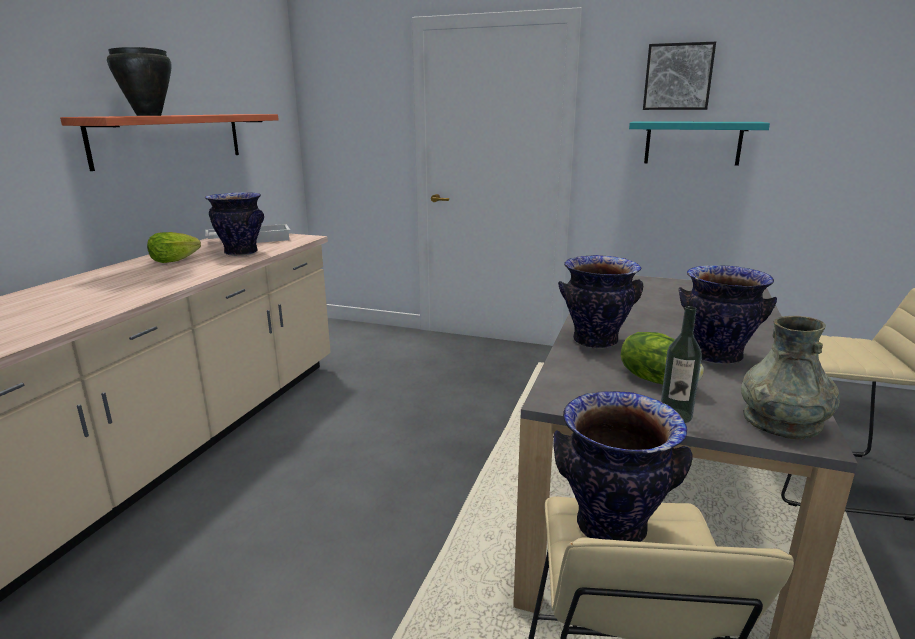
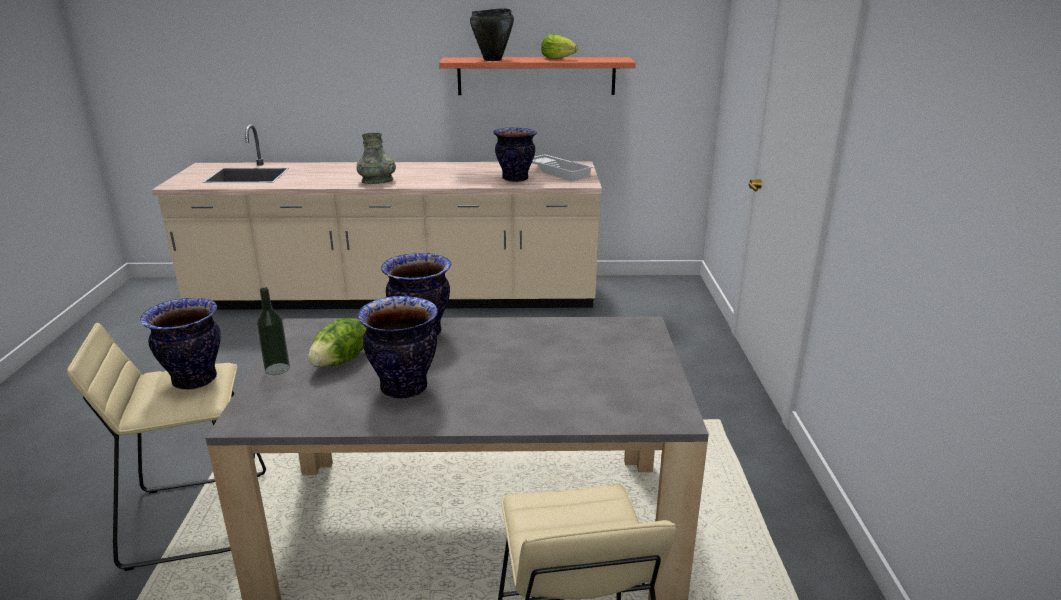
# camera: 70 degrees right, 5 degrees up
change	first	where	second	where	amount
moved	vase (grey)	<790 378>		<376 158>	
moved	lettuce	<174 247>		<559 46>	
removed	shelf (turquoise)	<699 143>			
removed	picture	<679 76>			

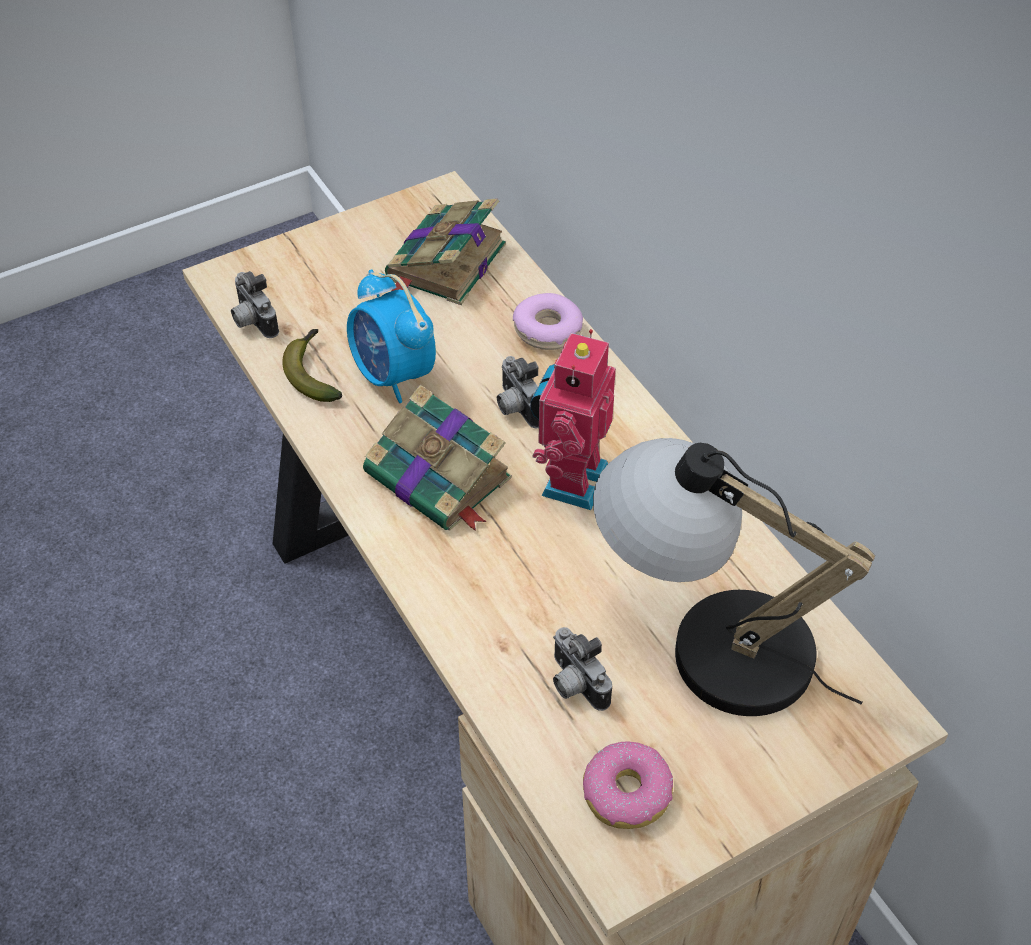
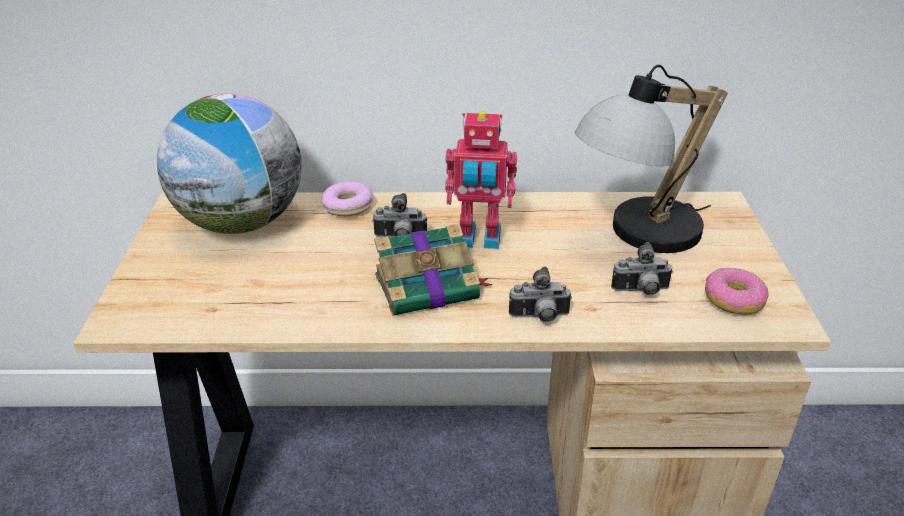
# camera: 60 degrees left, 15 degrees down
change	first	where	second	where	amount
replaced	book	<445 251>	globe	<229 163>	
turned	toy robot	<573 419>		<481 180>	45 degrees counterclockwise
moved	photo camera	<255 304>		<540 294>	
removed	banana	<312 365>			
removed	alarm clock	<391 336>			

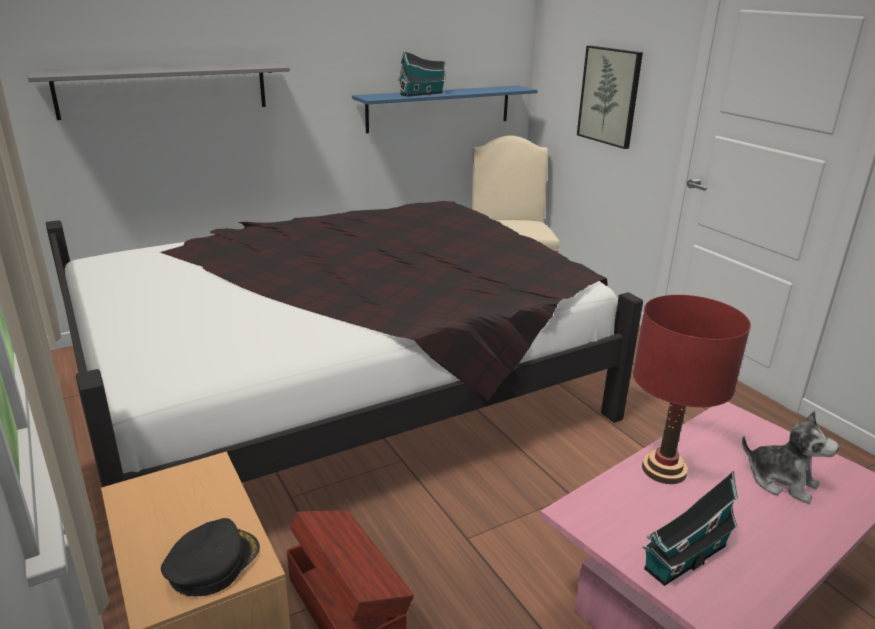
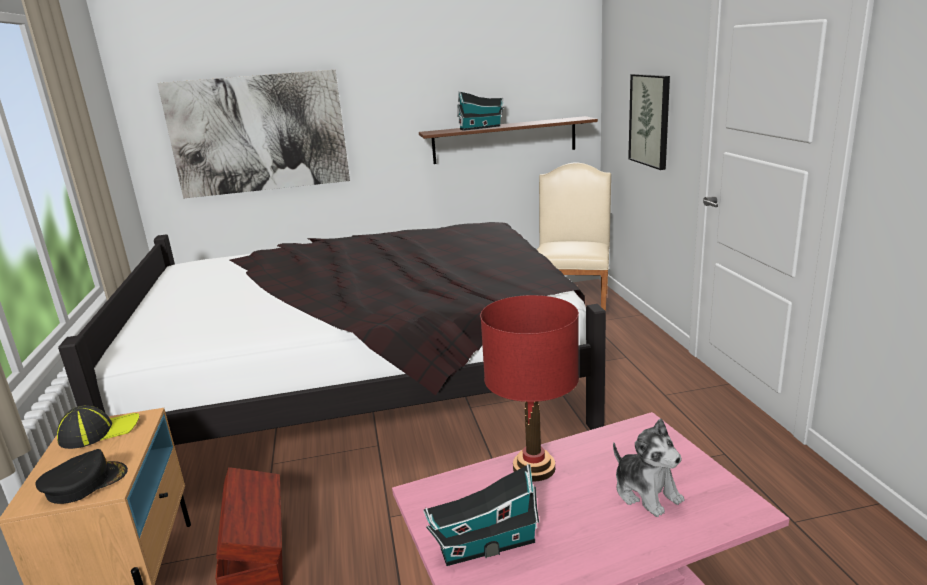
# camera: 20 degrees right, 5 degrees down
change	first	where	second	where	amount
added			cap	<98 427>	
replaced	shelf (grey)	<158 91>	picture	<253 134>	
recoloured	shelf (blue)	<445 109>	shelf (brown)	<508 140>	

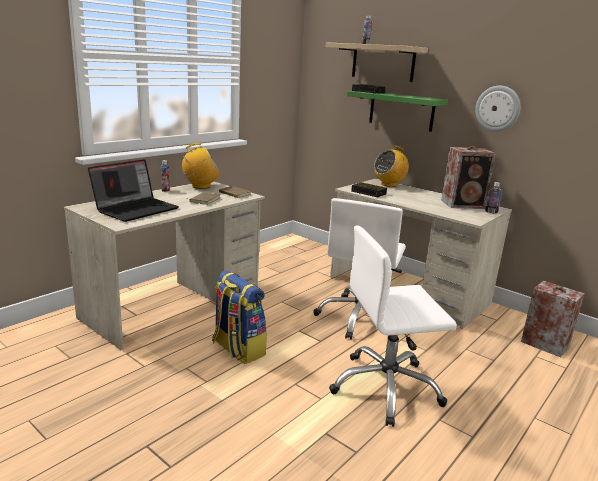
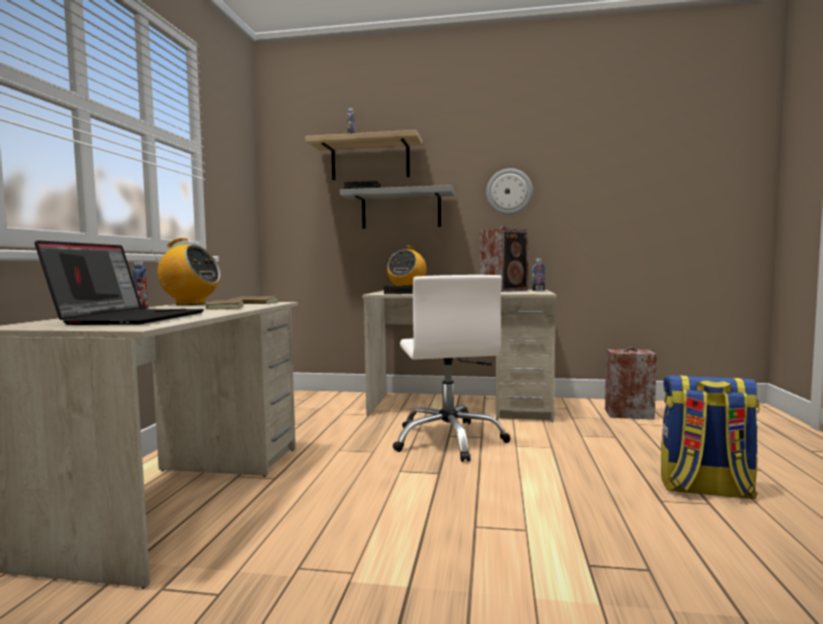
# camera: 30 degrees left, 15 degrees down
change	first	where	second	where	amount
turned	radio	<200 166>		<185 271>	60 degrees clockwise
recoloured	shelf (green)	<397 111>	shelf (grey)	<397 207>	
moved	backpack	<239 317>		<710 437>	
removed	office chair (white)	<393 326>			

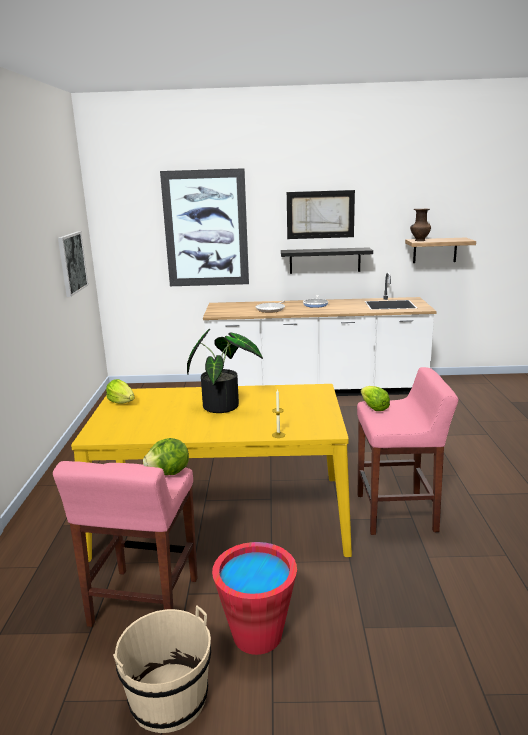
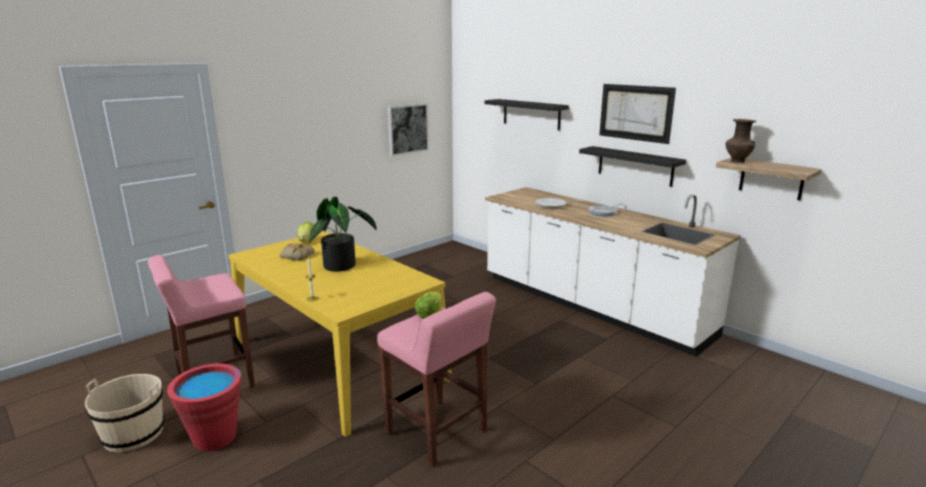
# camera: 45 degrees right, 0 degrees up
change	first	where	second	where	amount
added			bread	<297 252>	
replaced	picture	<204 227>	shelf (black)	<527 114>	
removed	lettuce	<166 456>			

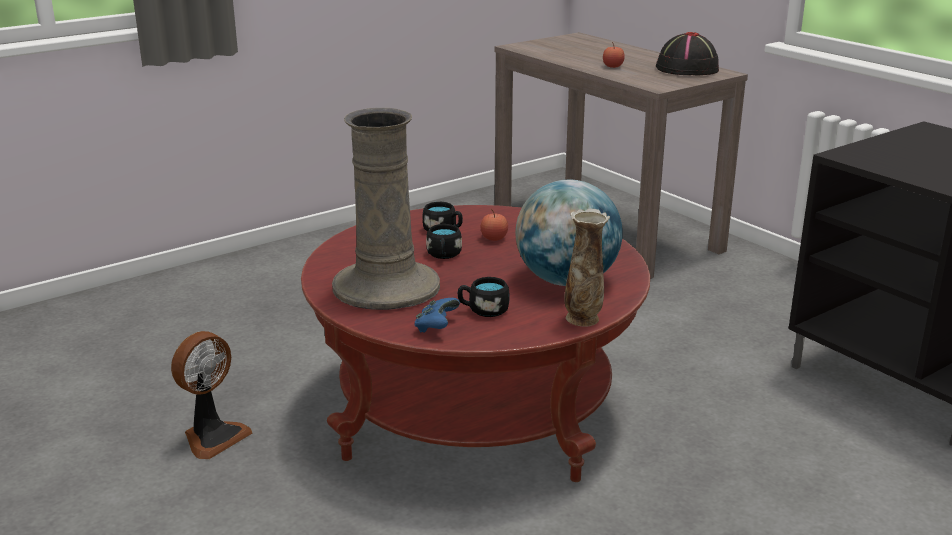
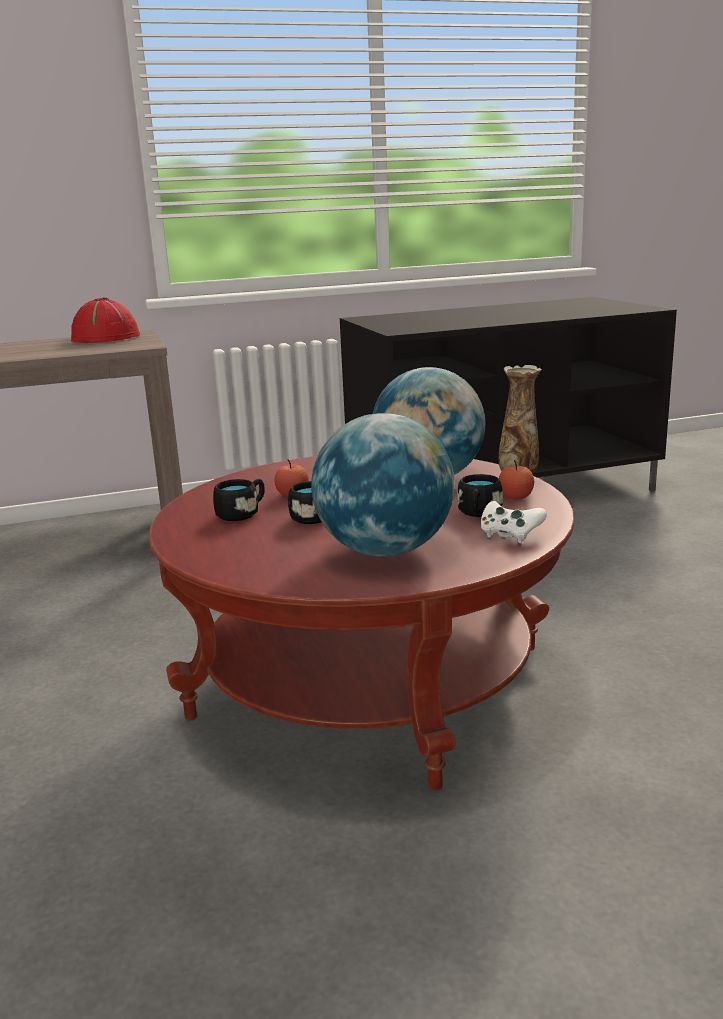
# camera: 70 degrees left, 5 degrees down
change	first	where	second	where	amount
recoloured	hat (black)	<687 54>	hat (red)	<105 320>	
replaced	vase (beige)	<386 209>	globe	<383 485>	
recoloured	game controller (blue)	<437 315>	game controller (white)	<514 522>	
moved	apple	<614 55>		<516 480>	
removed	fan	<211 395>			

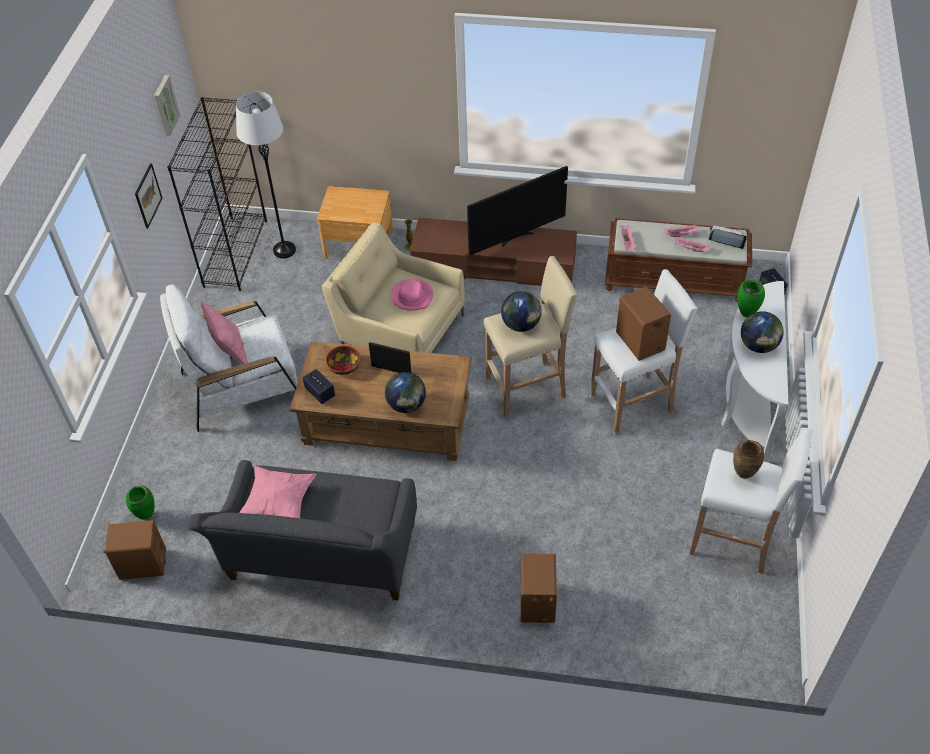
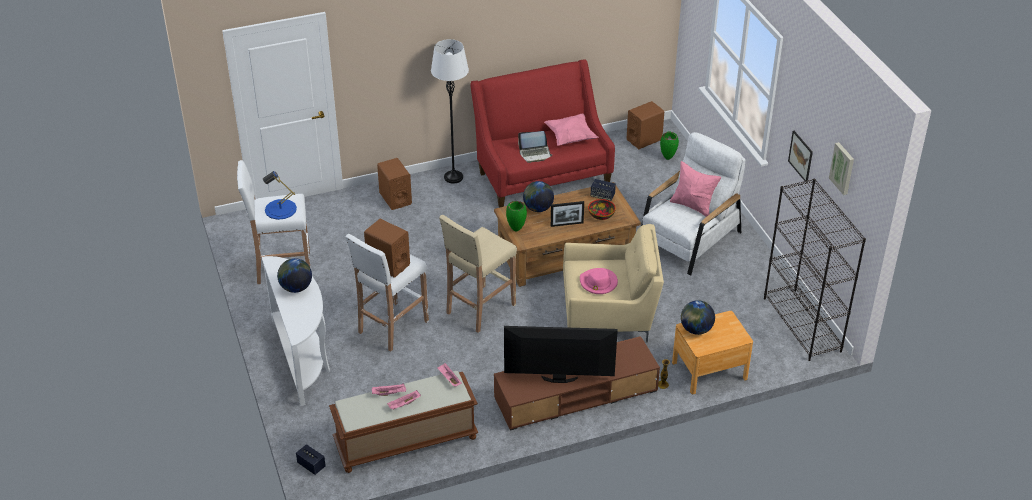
# camera: 150 degrees right, 10 degrees down
change	first	where	second	where	amount
replaced	vase (brown)	<748 459>	table lamp (blue)	<280 195>	
moved	floor lamp (white)	<266 175>		<450 111>	
recoloured	sofa (grey)	<303 530>	sofa (red)	<542 134>	
turned	television	<517 210>		<561 354>	60 degrees clockwise
moved	vase (green)	<751 298>		<516 216>	
moved	laptop	<727 237>		<535 147>	
moved	globe	<521 311>		<698 317>	

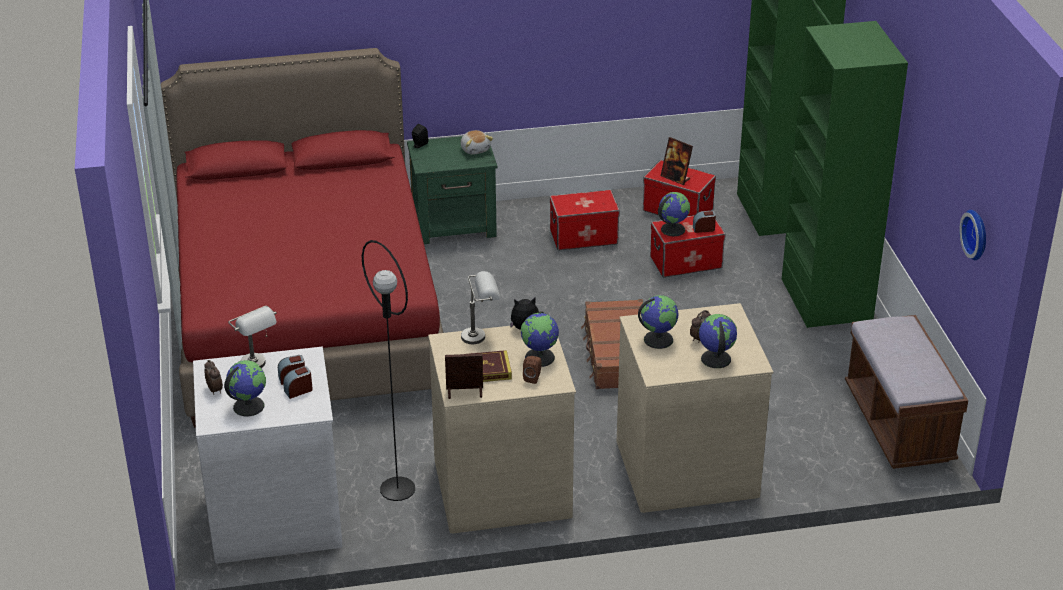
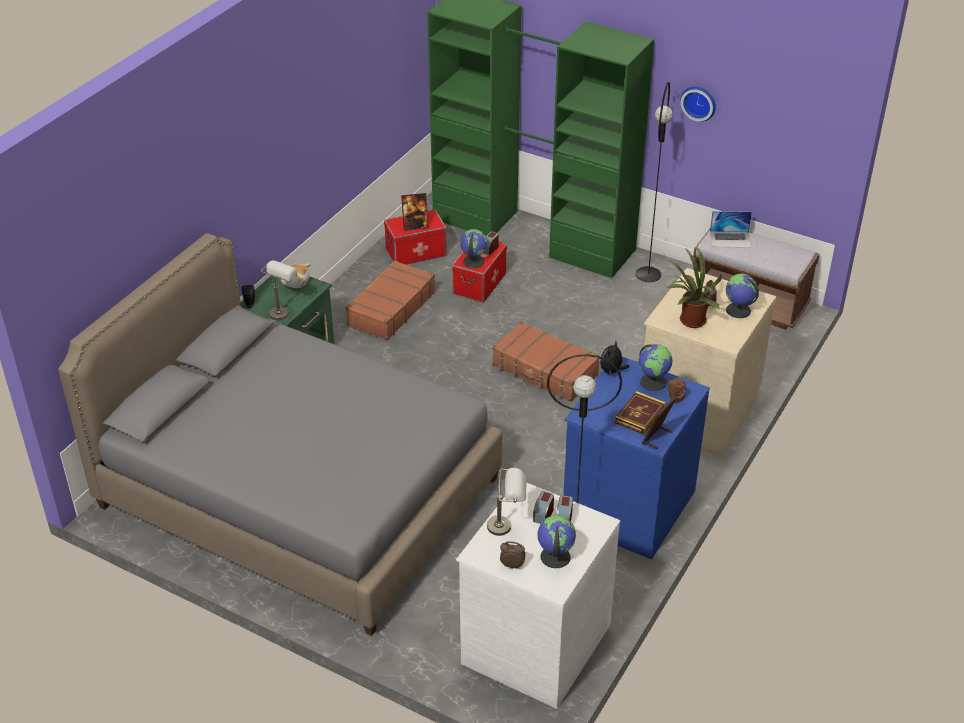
# camera: 50 degrees left, 5 degrees up
change	first	where	second	where	amount
recoloured	bed (red)	<302 238>	bed (grey)	<280 434>	
moved	table lamp (grey)	<480 307>		<279 290>	
replaced	storage box	<585 220>	suitcase (brown)	<390 300>	
recoloured	dresser (beige)	<502 429>	dresser (blue)	<636 458>	
added			floor lamp (black)	<654 182>	
replaced	globe	<658 322>	potted plant	<694 287>	
moved	wall clock	<972 235>		<698 104>	
added			laptop	<731 229>	

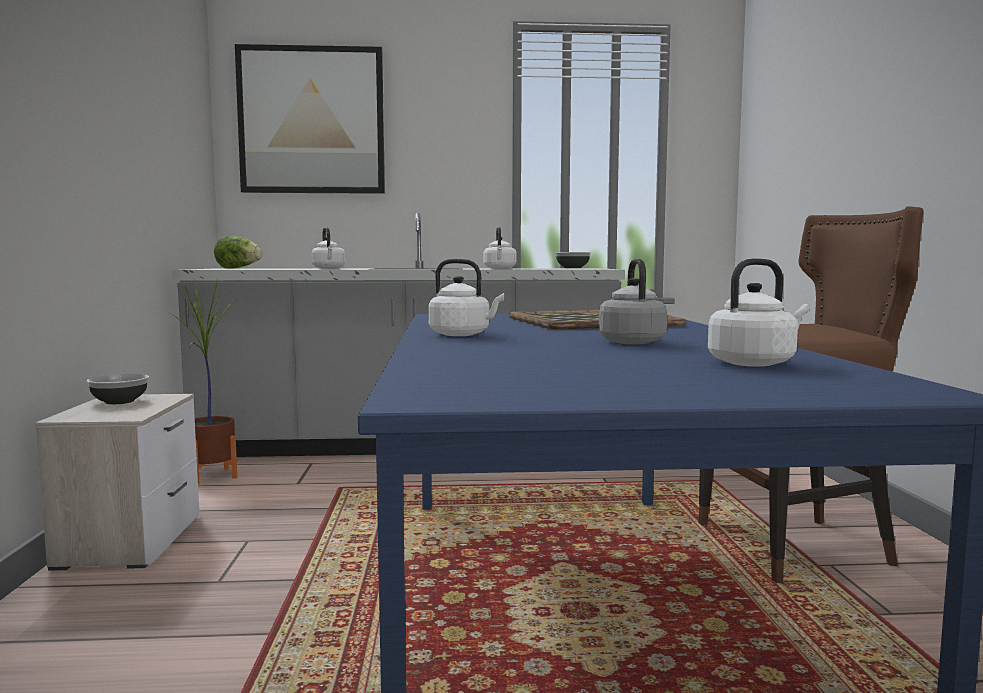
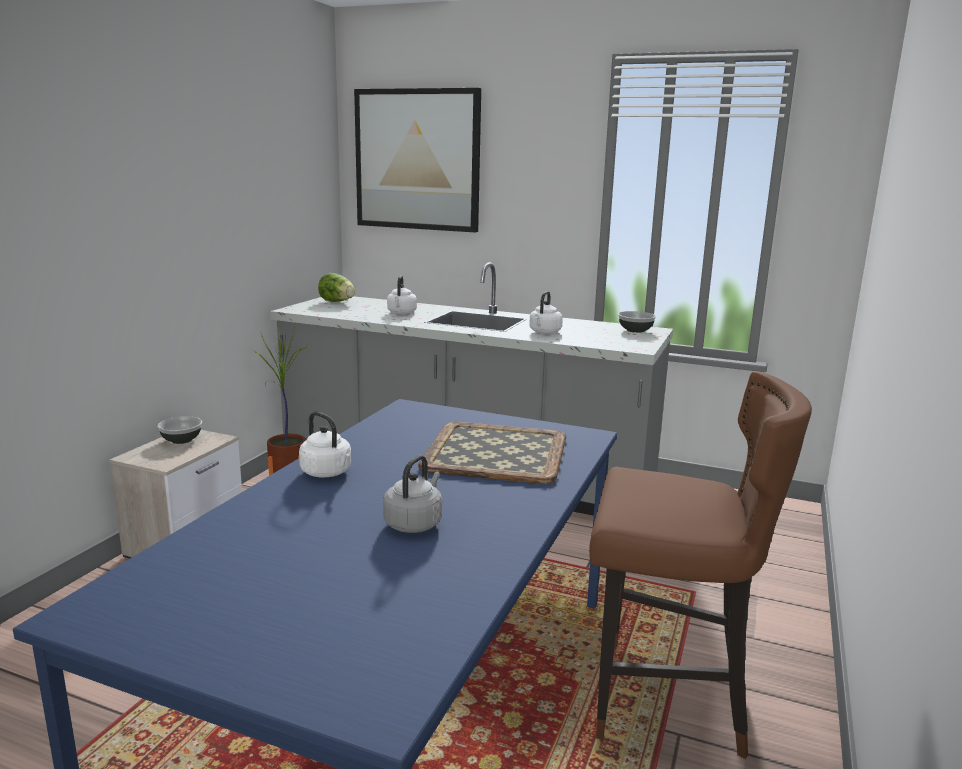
# camera: 25 degrees right, 10 degrees up
change	first	where	second	where	amount
removed	kettle (white)	<758 312>			

